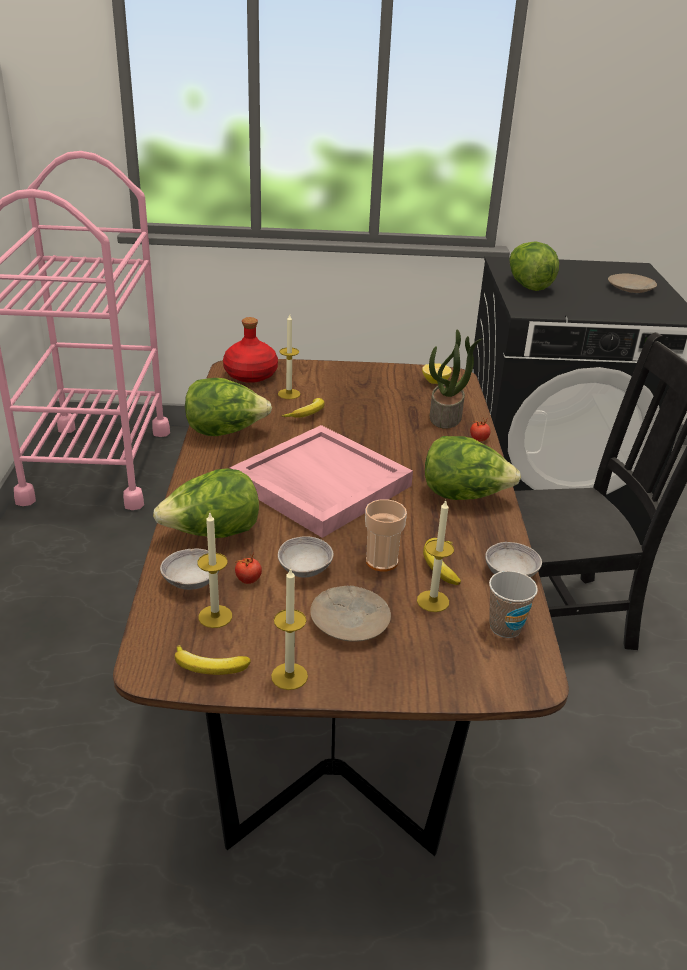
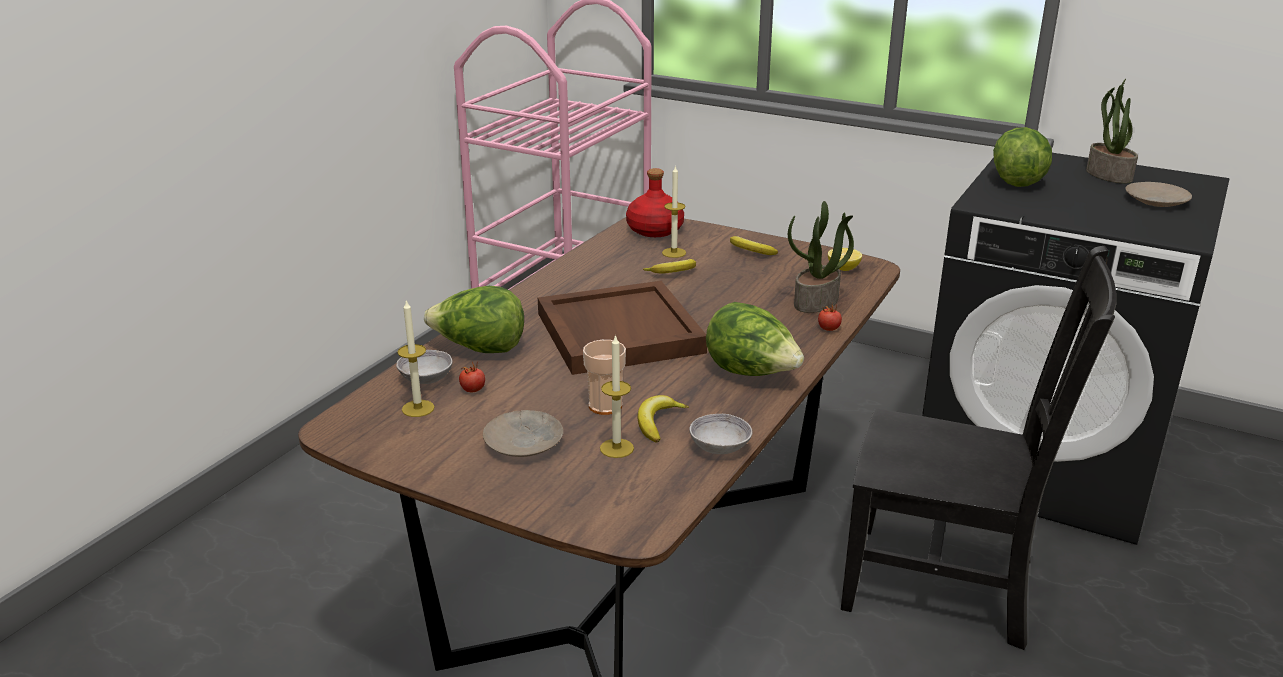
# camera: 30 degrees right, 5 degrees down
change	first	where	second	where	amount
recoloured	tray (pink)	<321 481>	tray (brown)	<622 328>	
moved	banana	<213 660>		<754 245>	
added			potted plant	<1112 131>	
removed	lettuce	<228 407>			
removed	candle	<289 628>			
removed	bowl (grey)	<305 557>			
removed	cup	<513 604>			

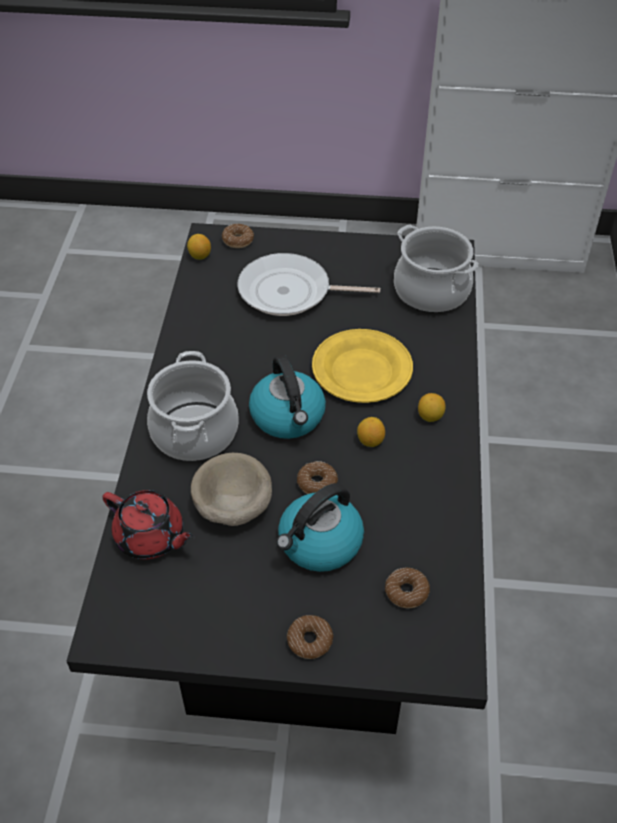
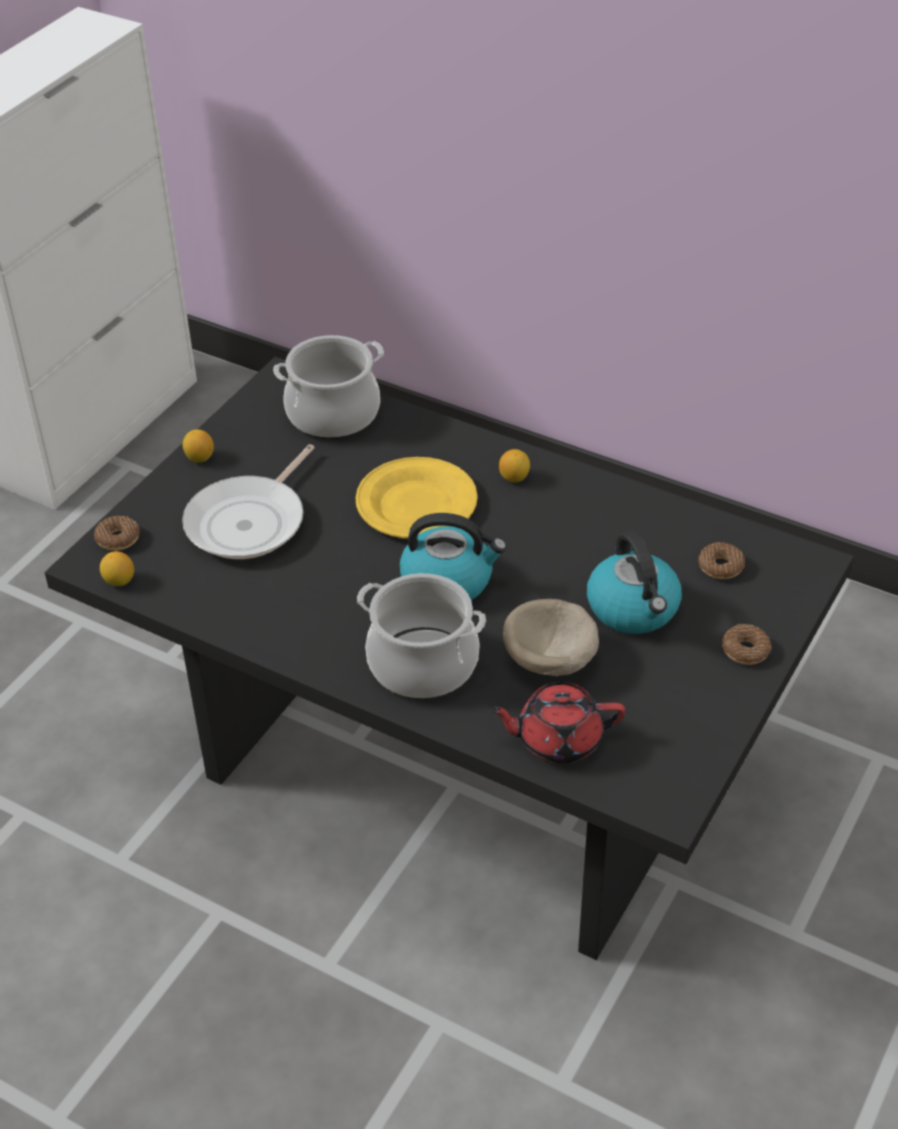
# camera: 65 degrees left, 5 degrees down
change	first	where	second	where	amount
moved	lemon	<371 432>		<198 446>	
turned	teapot (red)	<148 524>		<556 722>	150 degrees counterclockwise
removed	donut	<317 477>			

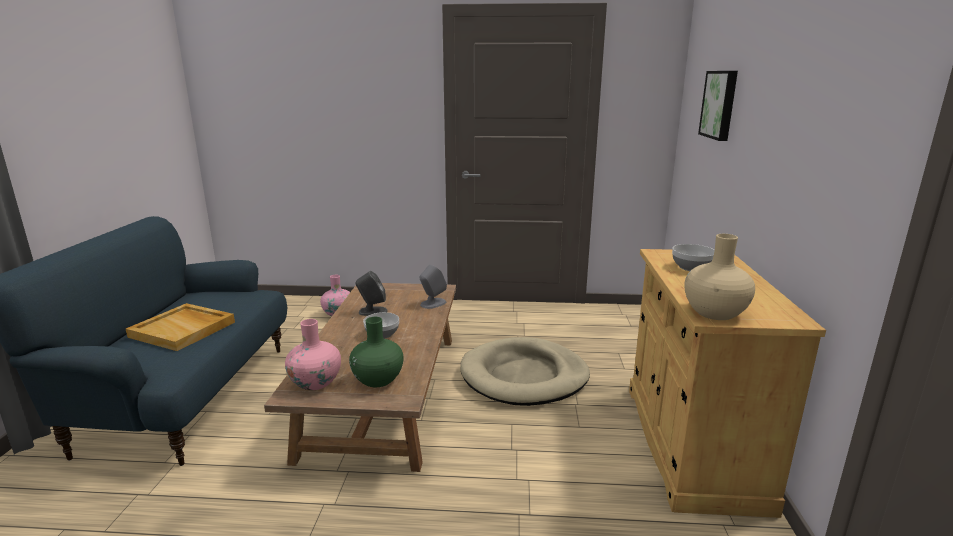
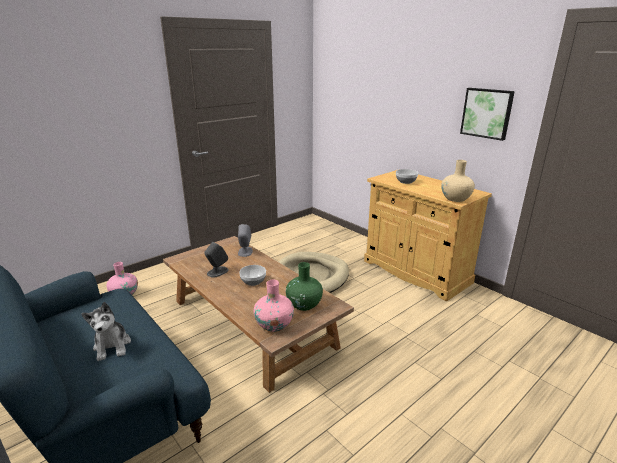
# camera: 45 degrees left, 5 degrees up
change	first	where	second	where	amount
replaced	tray (beige)	<180 327>	plush toy	<106 331>	
moved	picture	<718 106>		<487 114>	

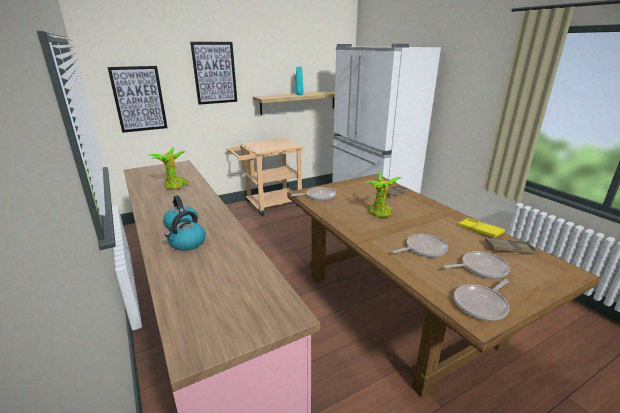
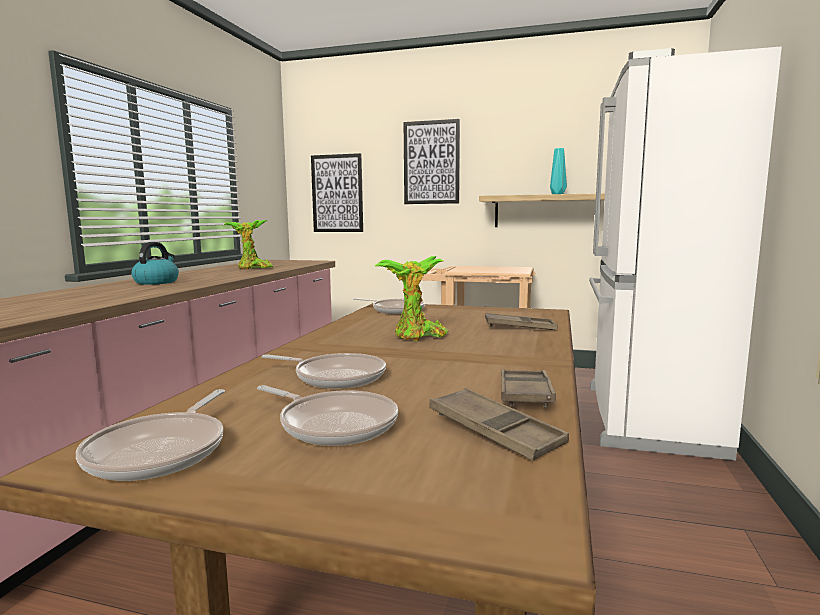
# camera: 45 degrees right, 15 degrees down
change	first	where	second	where	amount
turned	frying pan	<482 300>		<150 435>	90 degrees counterclockwise
recoloured	tray (yellow)	<481 228>	tray (brown)	<528 388>	
removed	kettle	<185 231>			

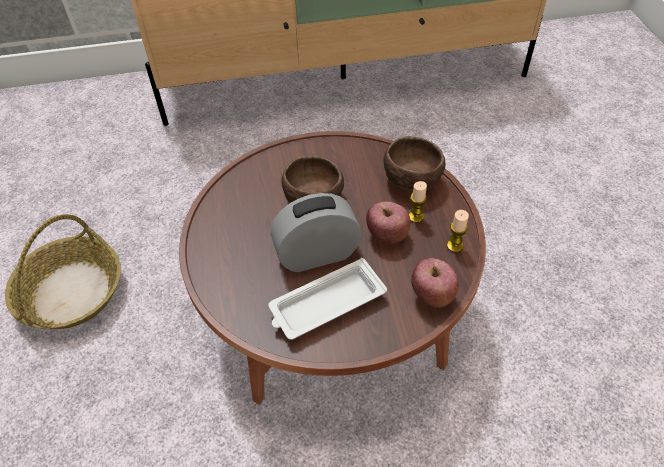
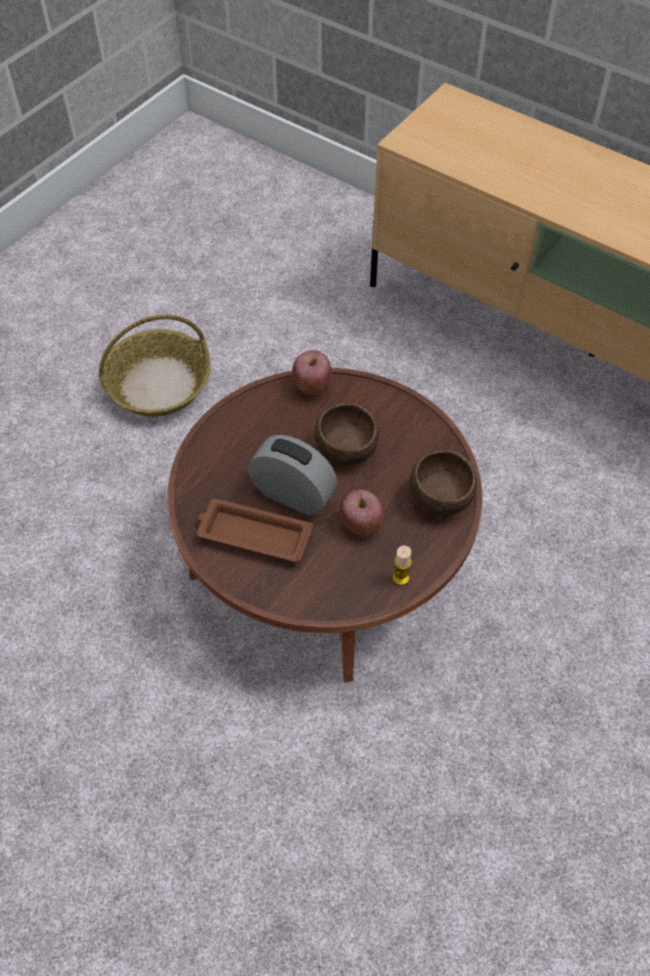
# camera: 45 degrees right, 5 degrees up
change	first	where	second	where	amount
recoloured	tray (white)	<327 299>	tray (brown)	<255 530>	
moved	apple	<435 283>		<312 372>	
removed	candle	<418 202>			

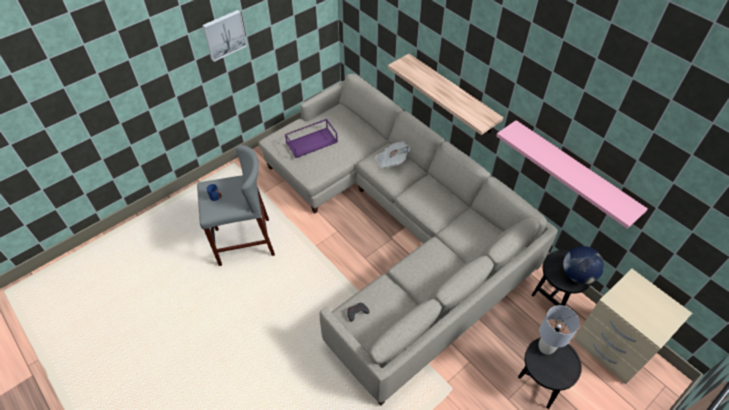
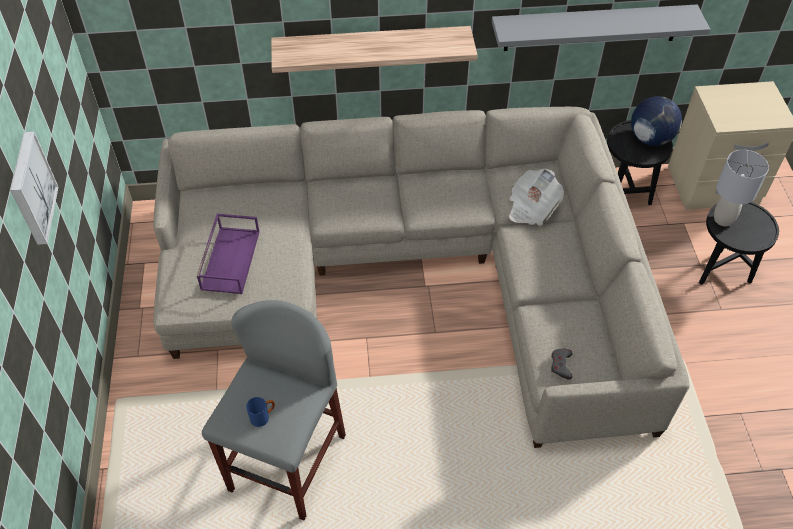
# camera: 55 degrees left, 0 degrees up
change	first	where	second	where	amount
recoloured	shelf (pink)	<572 174>	shelf (grey)	<600 28>	
moved	newspaper	<392 155>		<536 197>	

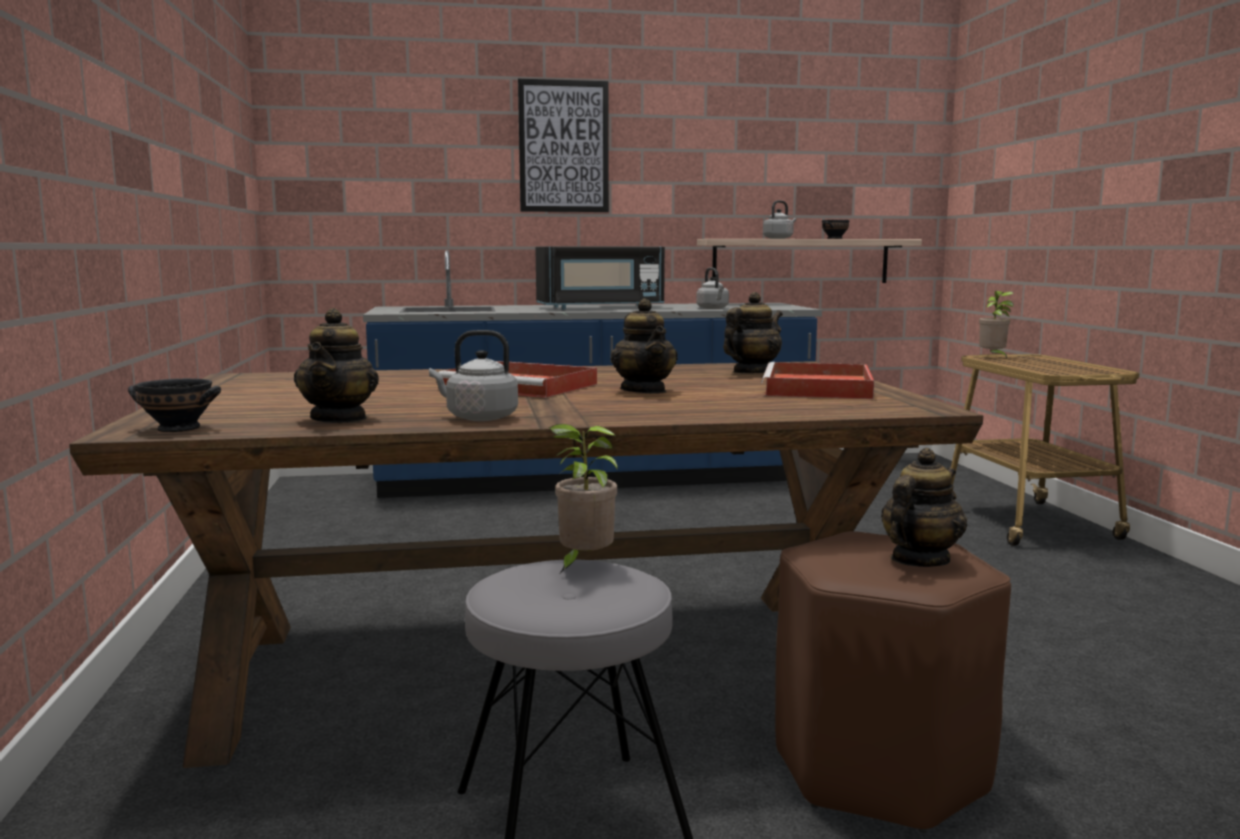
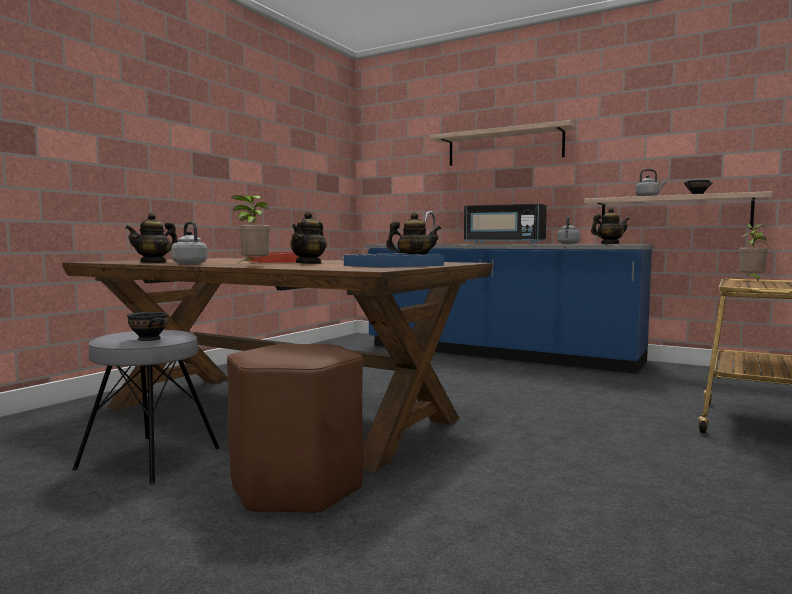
# camera: 40 degrees right, 5 degrees down
change	first	where	second	where	amount
moved	bowl (black)	<174 405>		<147 326>	
moved	potted plant	<583 498>		<250 229>	
recoloured	tray (red)	<817 380>	tray (blue)	<393 260>	
replaced	picture	<563 145>	shelf	<503 143>	
moved	teapot	<924 507>		<610 226>	

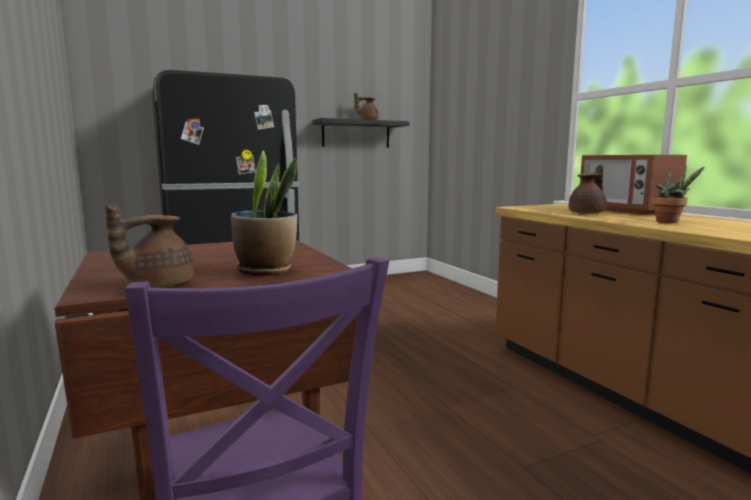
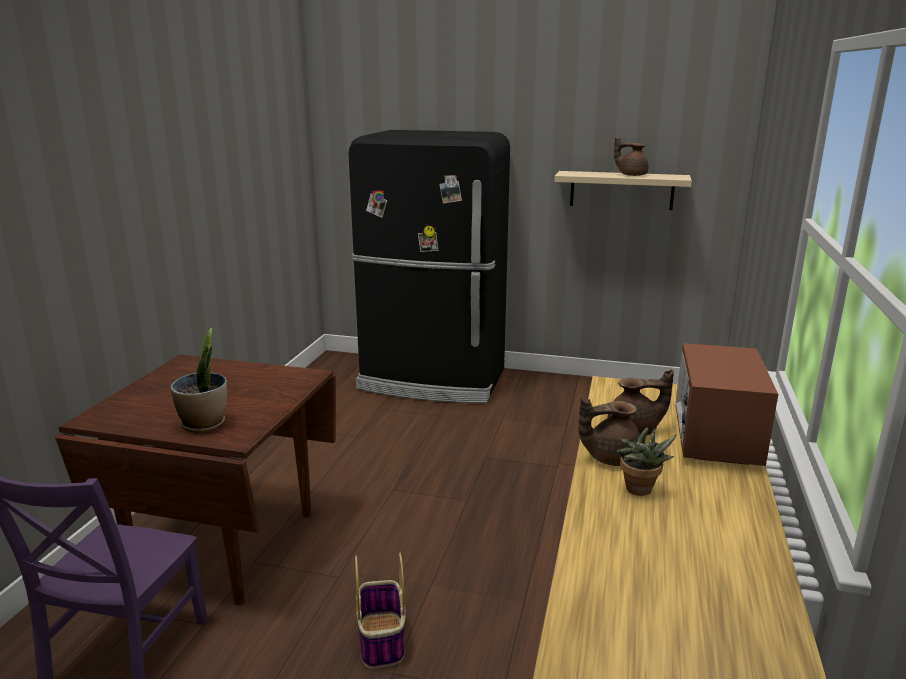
# camera: 40 degrees right, 10 degrees up
change	first	where	second	where	amount
added			basket	<380 611>	
recoloured	shelf (black)	<360 132>	shelf (beige)	<623 190>	
moved	teapot (brown)	<149 245>		<609 431>	

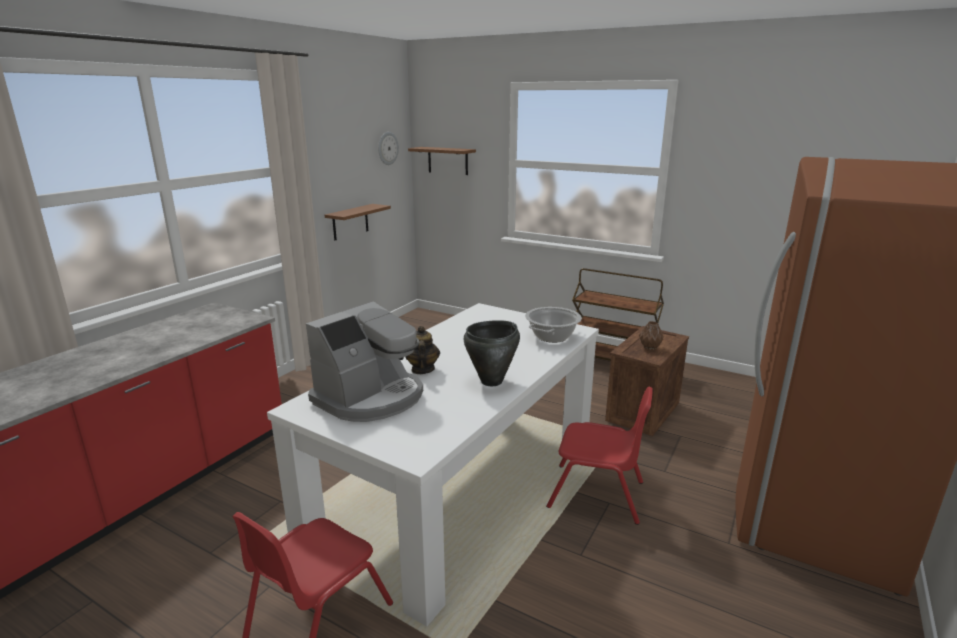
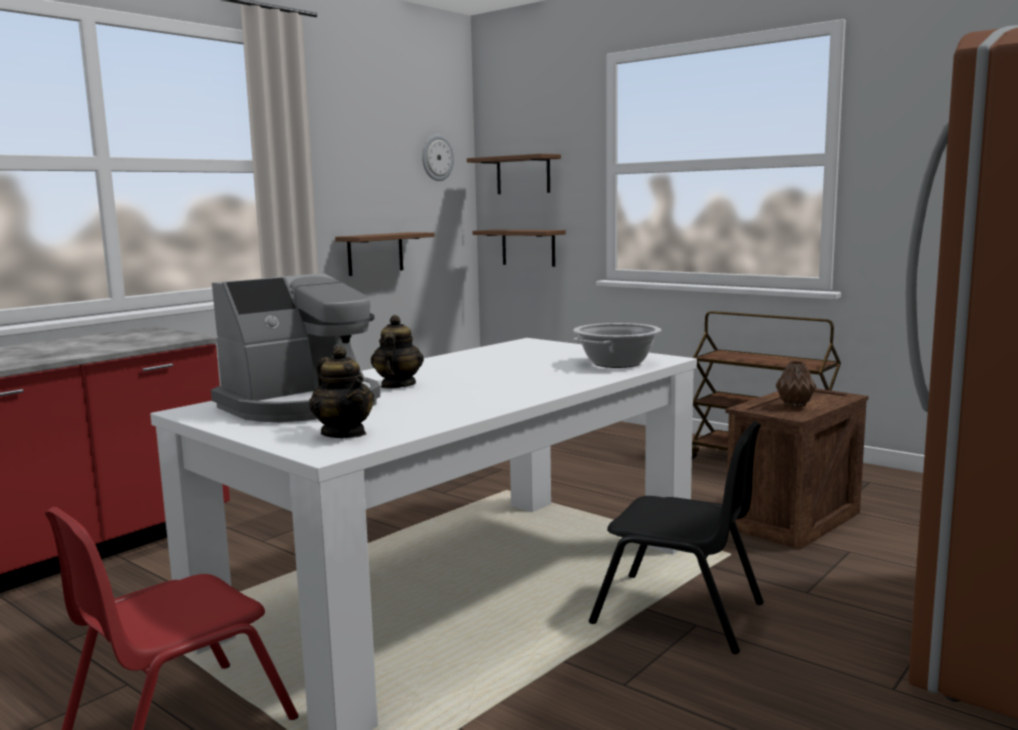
# camera: 10 degrees right, 10 degrees down
change	first	where	second	where	amount
added			teapot	<341 392>	
added			shelf (brown)	<519 248>	
recoloured	chair (red)	<599 455>	chair (black)	<676 537>	
removed	cooking pot (black)	<492 353>			

